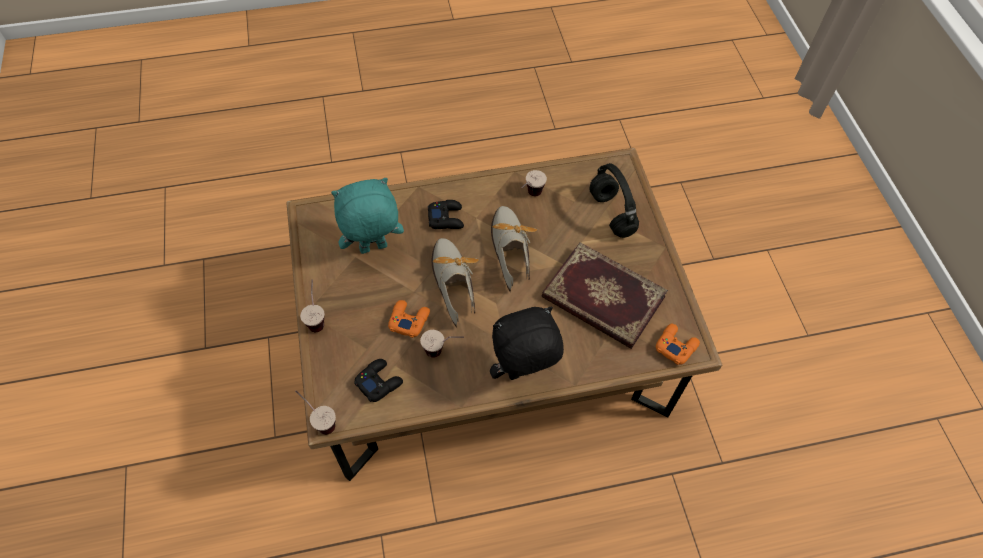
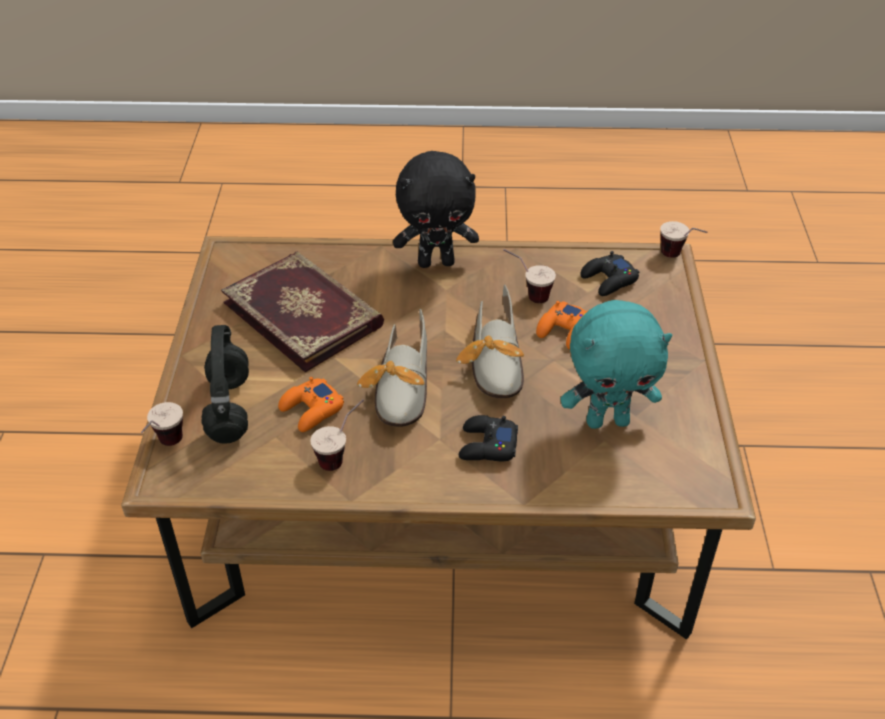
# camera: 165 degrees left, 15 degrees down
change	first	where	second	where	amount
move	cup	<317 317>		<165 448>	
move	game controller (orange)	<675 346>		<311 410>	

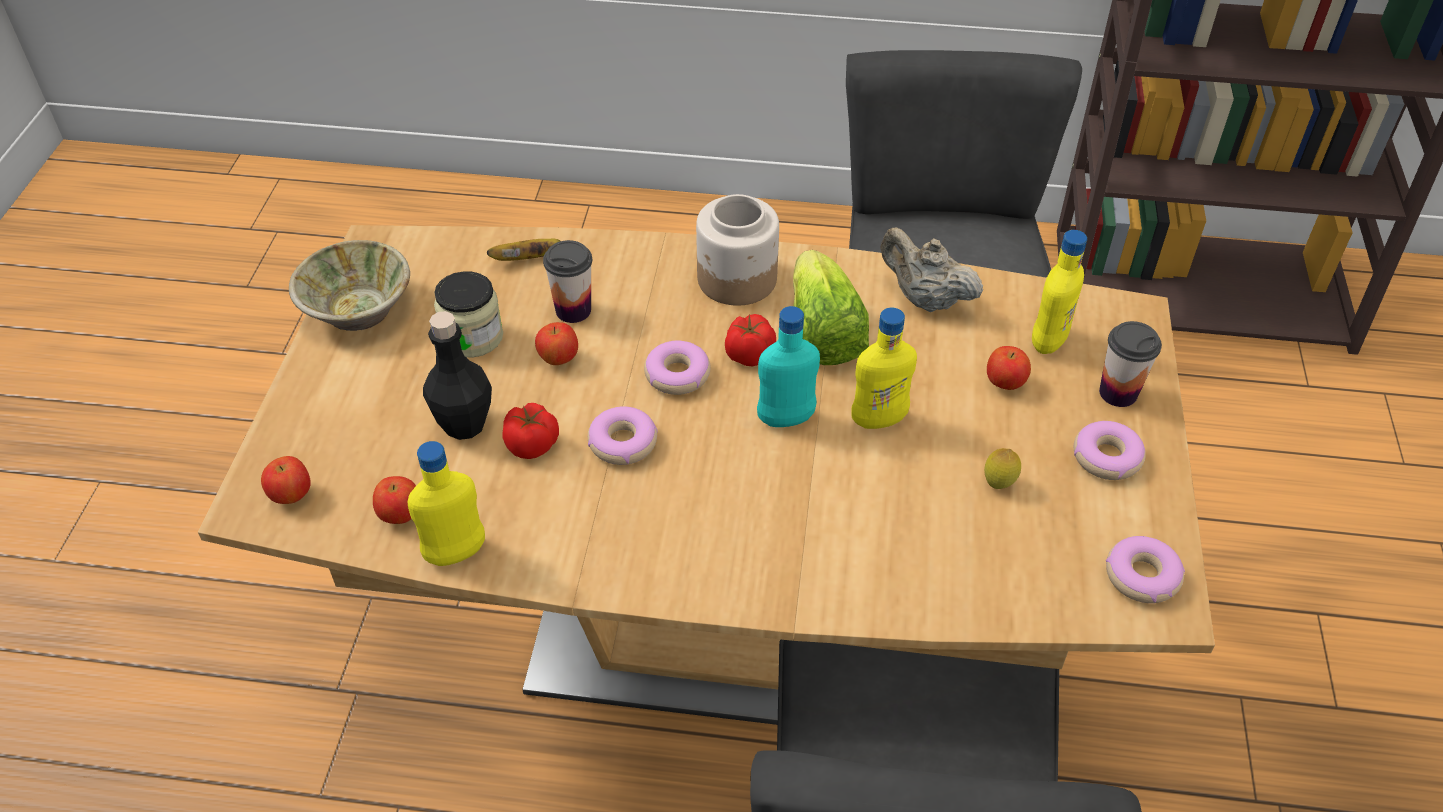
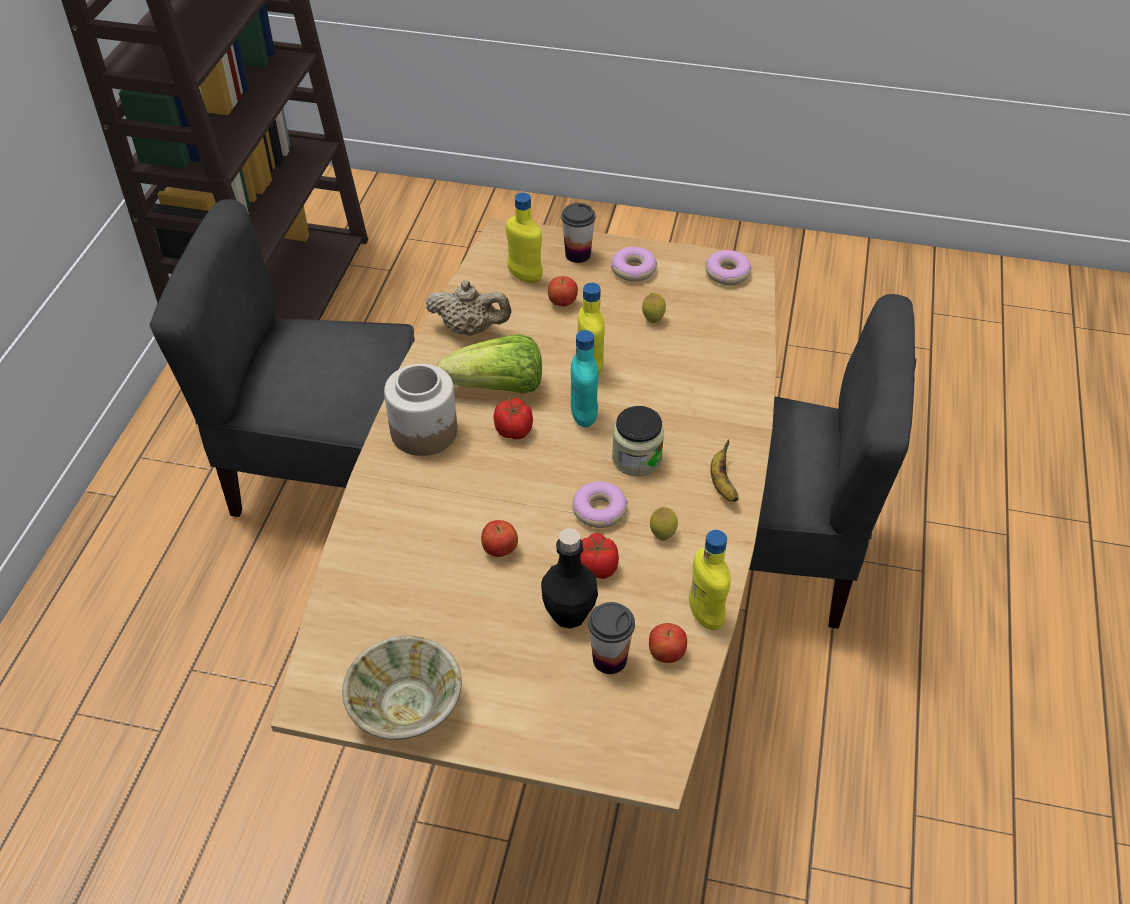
# camera: 85 degrees left, 0 degrees up
change	first	where	second	where	amount
delete	apple	<291 495>			
move	jar	<472 337>		<636 458>	
move	banana	<530 259>		<722 484>	
move	cup	<573 310>		<609 659>	
delete	donut	<677 374>			
rotate	teapot (beige)	<925 299>		<470 329>	120 degrees counterclockwise
insert			lemon	<662 535>	

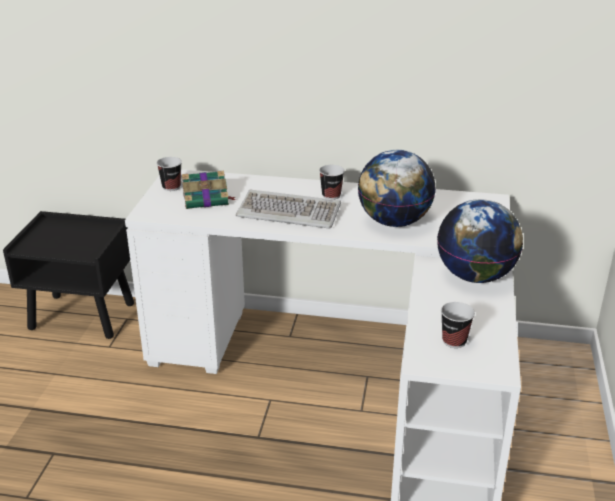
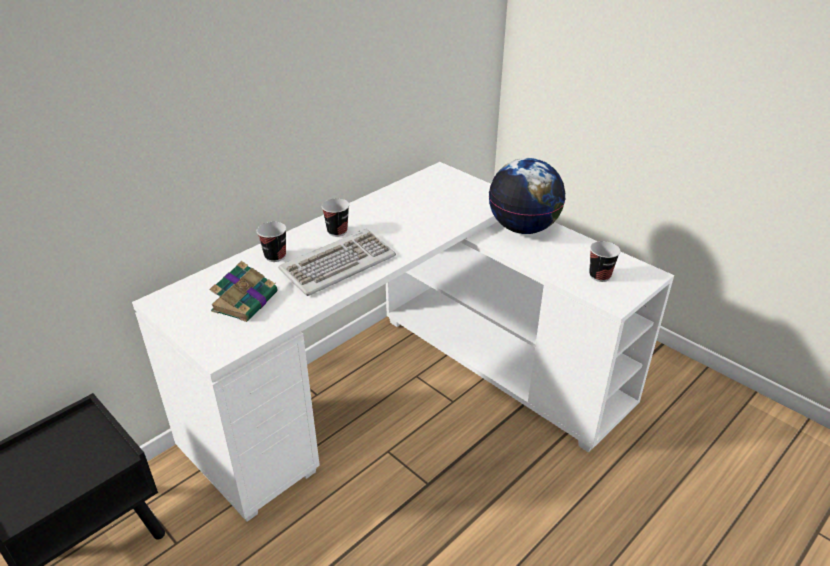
# camera: 55 degrees left, 5 degrees up
change	first	where	second	where	amount
move	cup	<171 187>		<275 256>	
delete	globe	<393 222>			

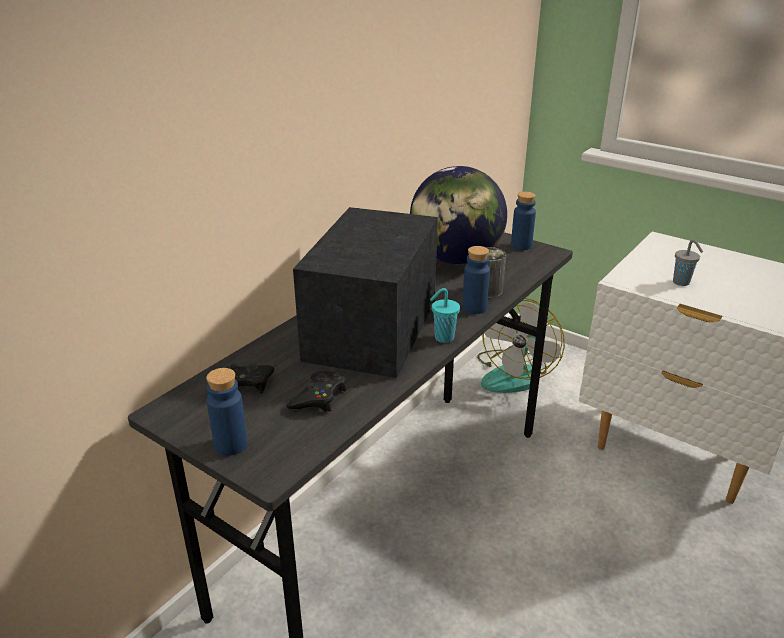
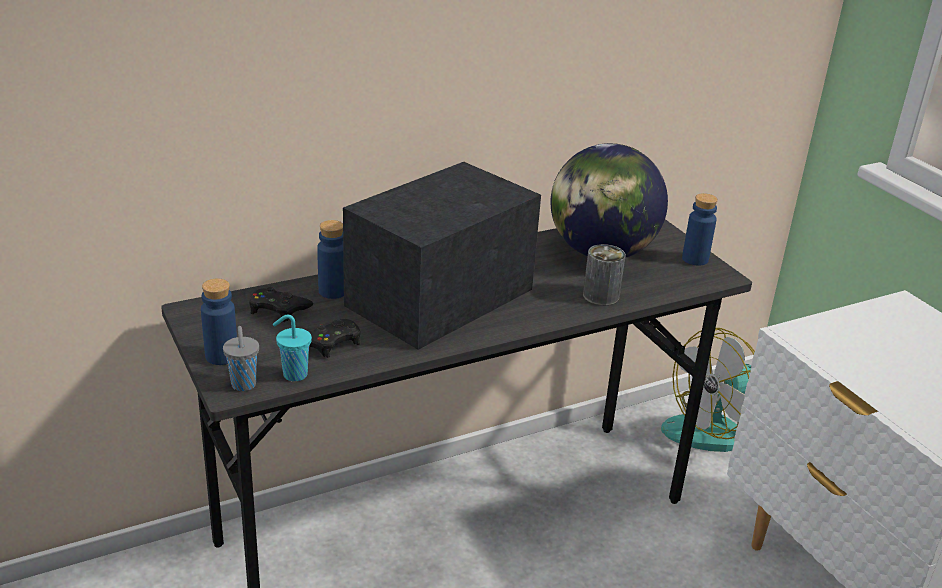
# camera: 25 degrees right, 0 degrees up
change	first	where	second	where	amount
move	cup (turquoise)	<443 338>		<293 374>	
move	bottle (blue)	<474 308>		<333 291>	
move	cup (grey)	<682 283>		<243 385>	

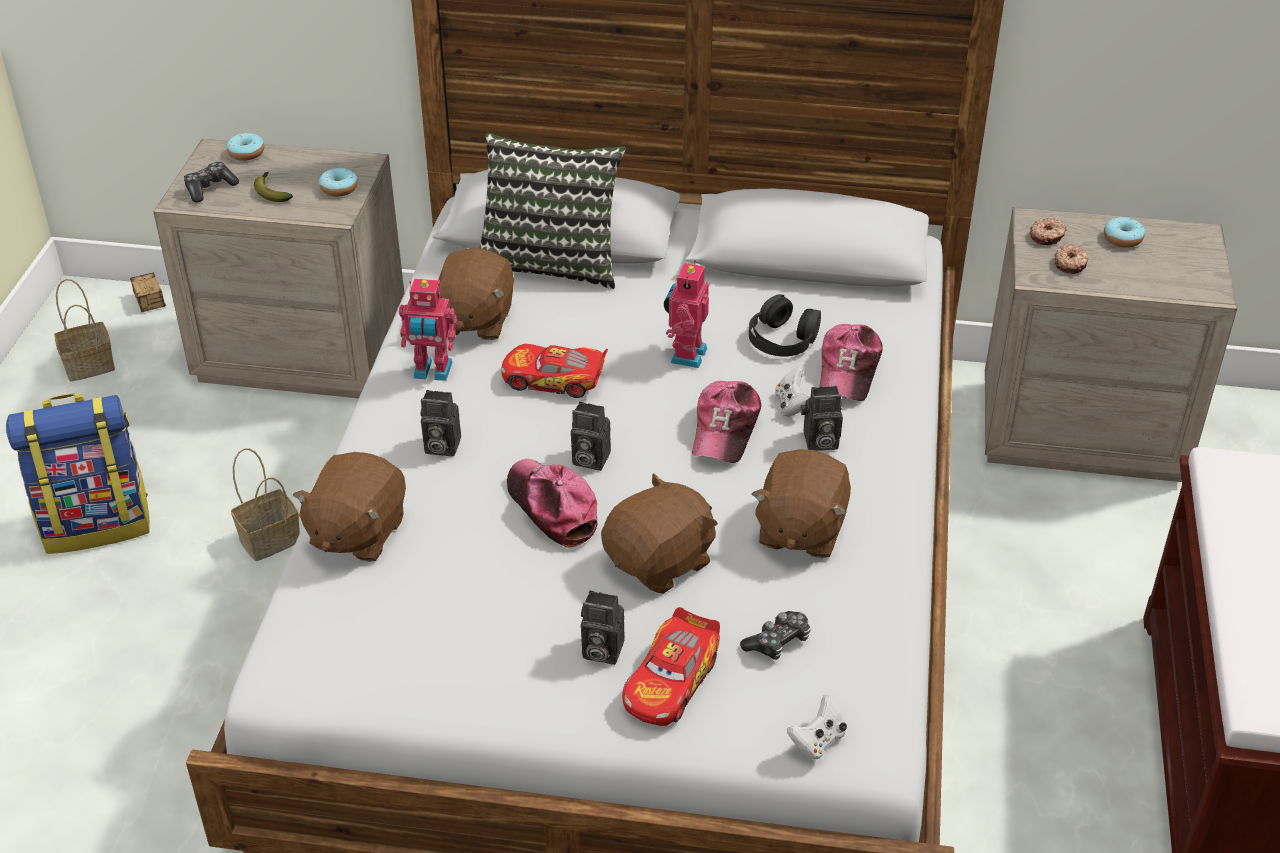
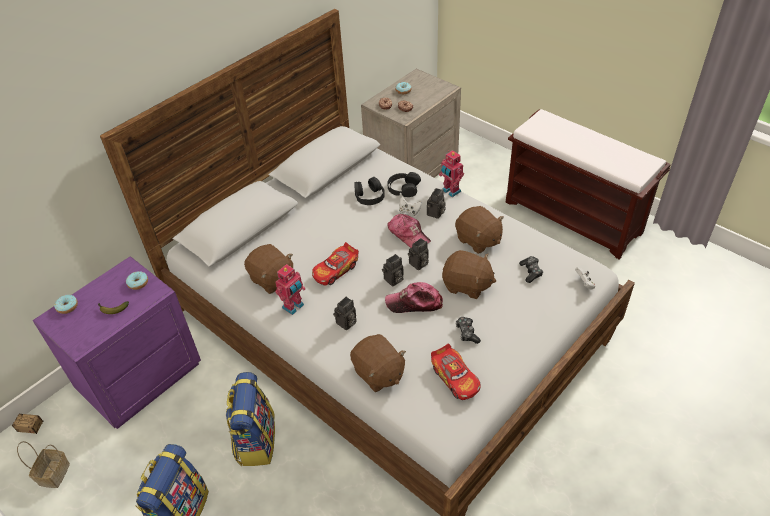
# camera: 55 degrees left, 5 degrees up
change	first	where	second	where	amount
recolor	nightstand (beige)	<303 352>	nightstand (purple)	<139 377>	
move	game controller	<210 188>		<467 333>	
replace	basket	<271 538>	backpack	<255 440>	
delete	pillow	<551 261>			
move	photo camera	<600 651>		<418 264>	
rotate	plush toy (brown)	<661 562>		<467 285>	120 degrees clockwise
move	toy car	<672 682>		<455 377>	
move	toy robot	<685 355>		<450 191>	
replace	cap	<848 371>	headphones (black)	<403 188>	

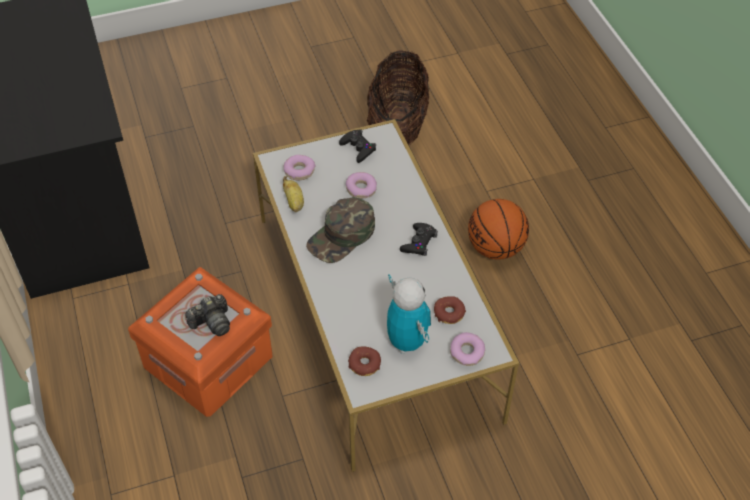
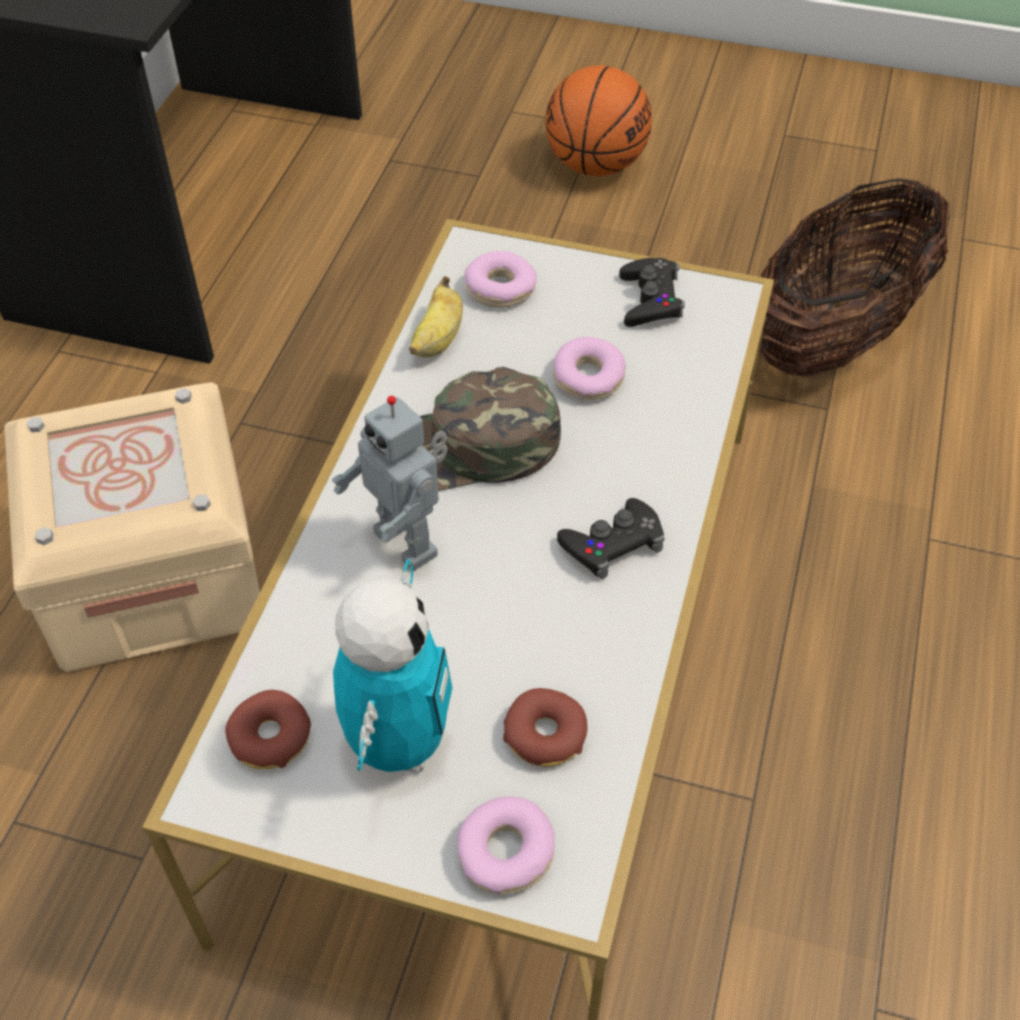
# camera: 35 degrees right, 0 degrees up
change	first	where	second	where	amount
recolor	storage box (orange)	<208 361>	storage box (beige)	<154 572>	
delete	photo camera	<212 322>			
move	basketball	<495 248>		<596 165>	
insert			toy robot	<409 542>	

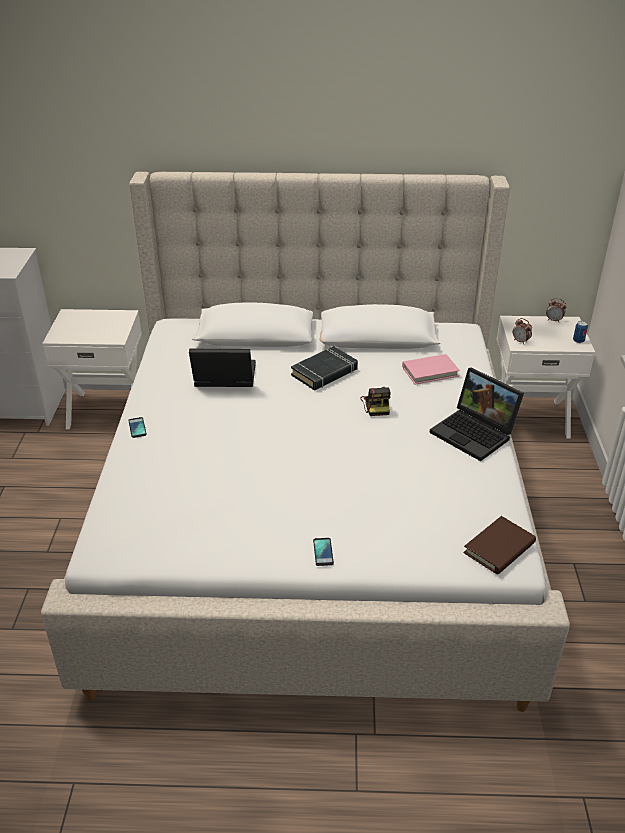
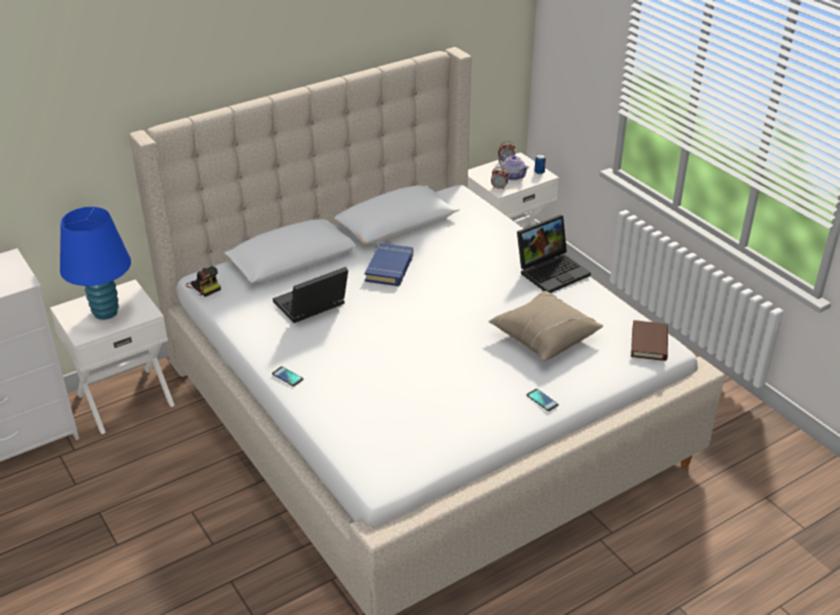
# camera: 35 degrees left, 0 degrees up
change	first	where	second	where	amount
recolor	book (black)	<324 373>	book (blue)	<389 268>	
move	photo camera	<376 405>		<204 286>	
delete	book (pink)	<430 371>			
rotate	laptop	<475 433>		<552 271>	45 degrees counterclockwise
insert			table lamp (blue)	<106 312>	
insert			pillow (beige)	<544 336>	
insert			teapot	<513 176>	

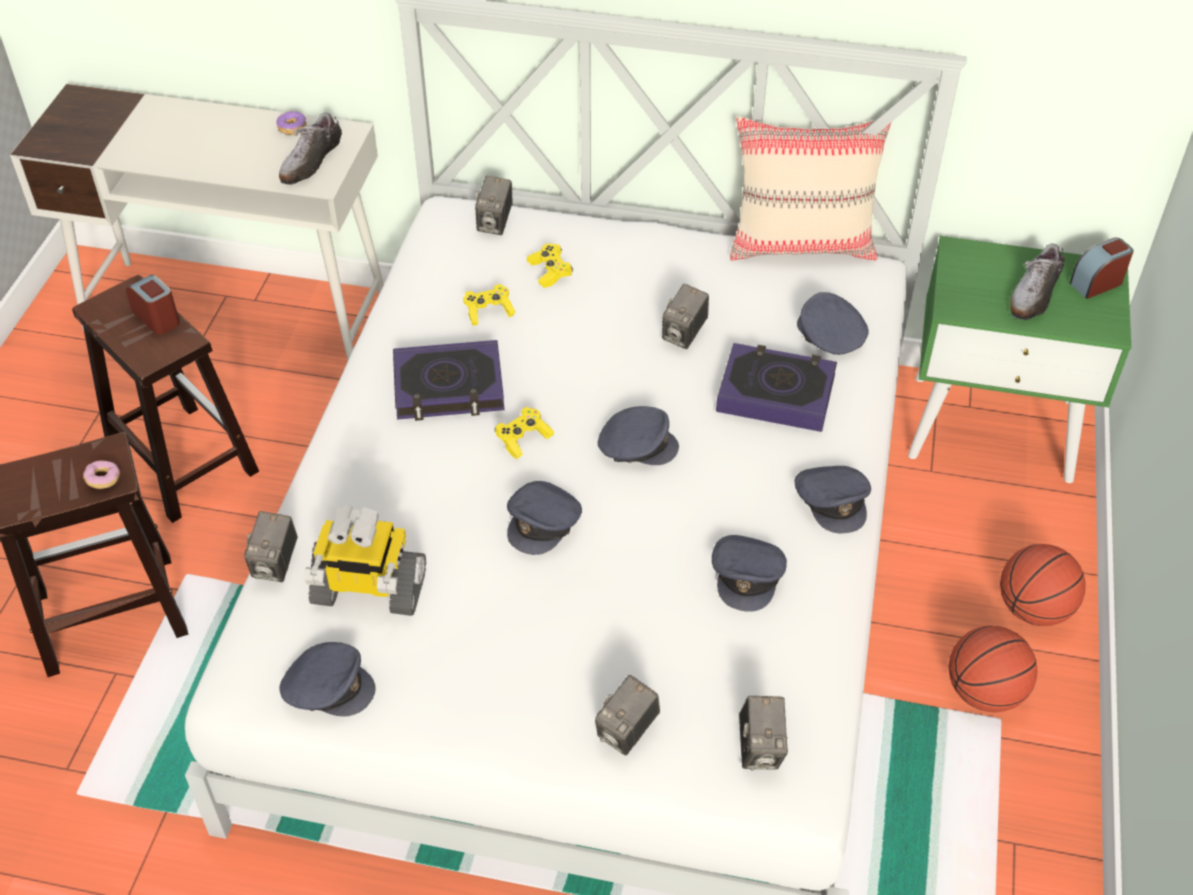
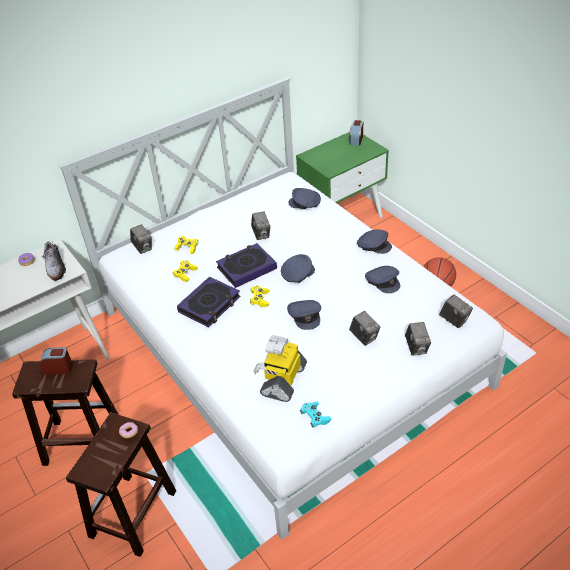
# camera: 45 degrees left, 5 degrees down
change	first	where	second	where	amount
move	photo camera	<276 564>		<364 337>	
replace	cap (grey)	<328 687>	game controller (turquoise)	<315 417>	
rotate	toy robot	<368 589>		<283 380>	150 degrees clockwise
move	book	<776 393>		<246 268>	
delete	pillow (beige)	<802 244>			
delete	basketball	<1033 608>			
delete	shoe	<1034 294>			

